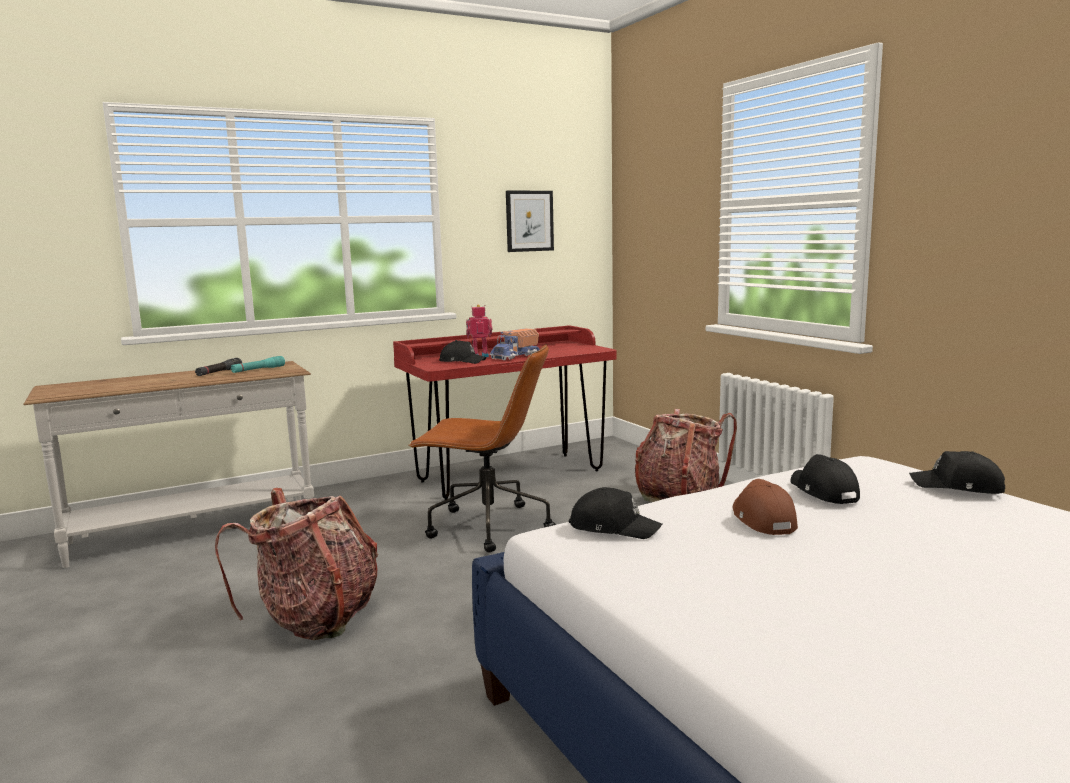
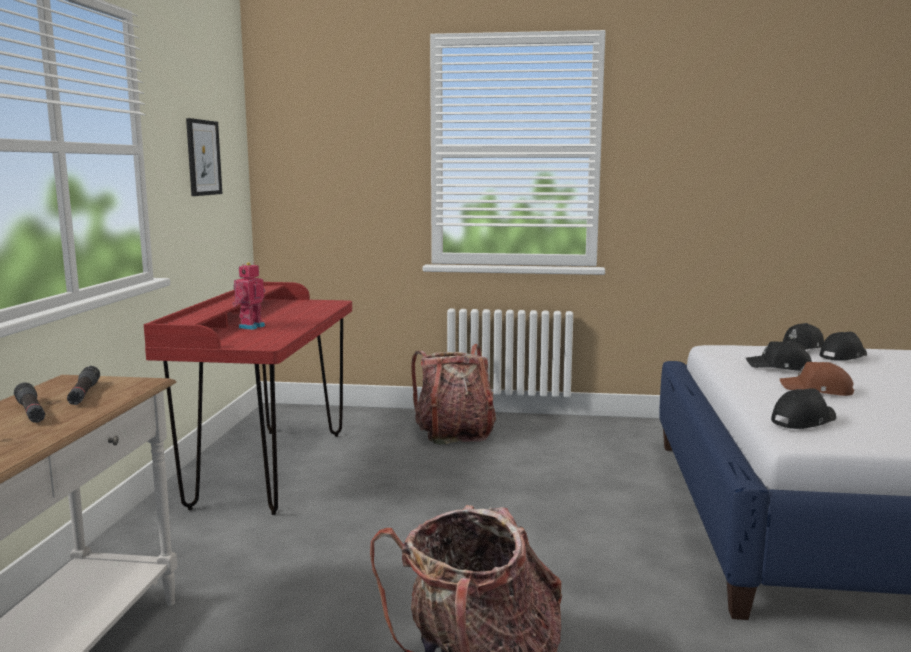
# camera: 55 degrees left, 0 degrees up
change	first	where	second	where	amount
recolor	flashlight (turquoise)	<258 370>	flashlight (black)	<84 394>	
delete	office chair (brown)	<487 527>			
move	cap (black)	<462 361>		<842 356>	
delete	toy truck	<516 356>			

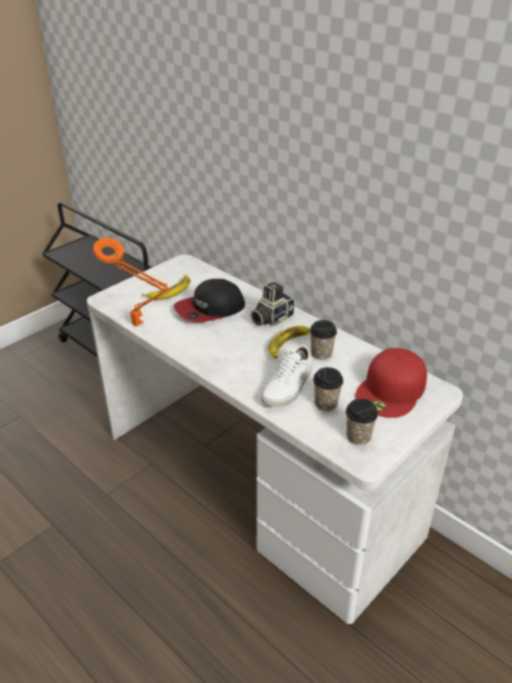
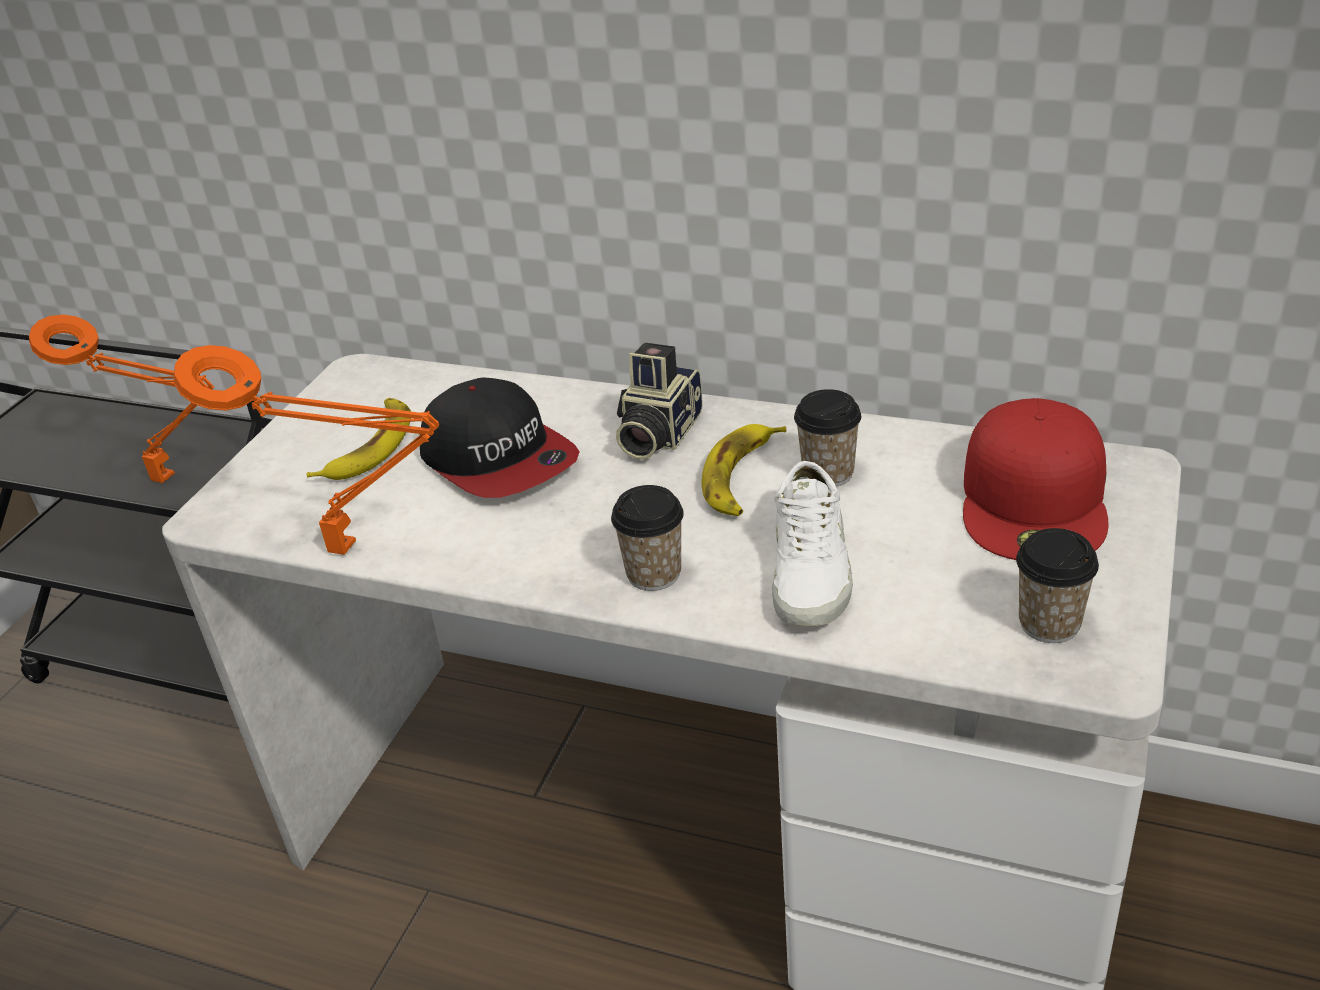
# camera: 20 degrees left, 0 degrees up
change	first	where	second	where	amount
rotate	cap	<210 309>		<499 458>	75 degrees counterclockwise
move	cup	<326 403>		<654 574>	
insert			table lamp (orange)	<169 480>	

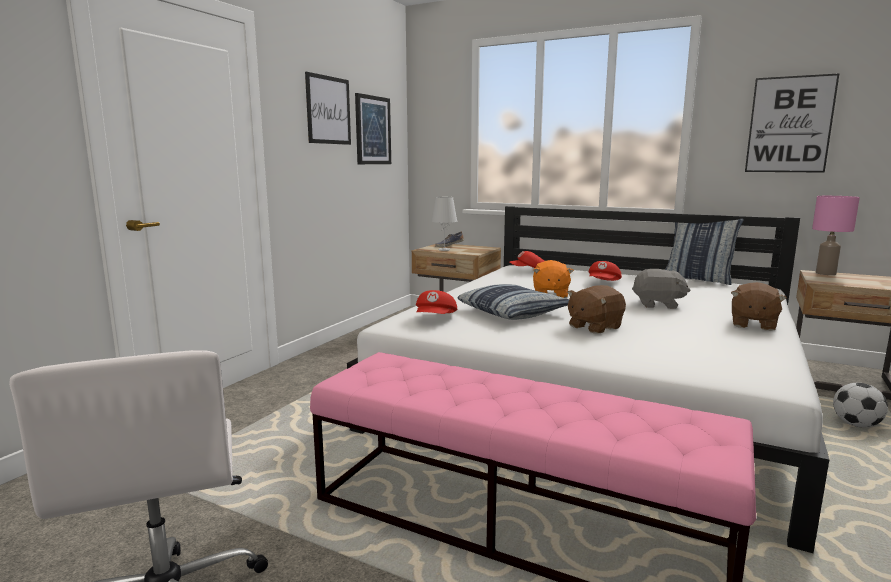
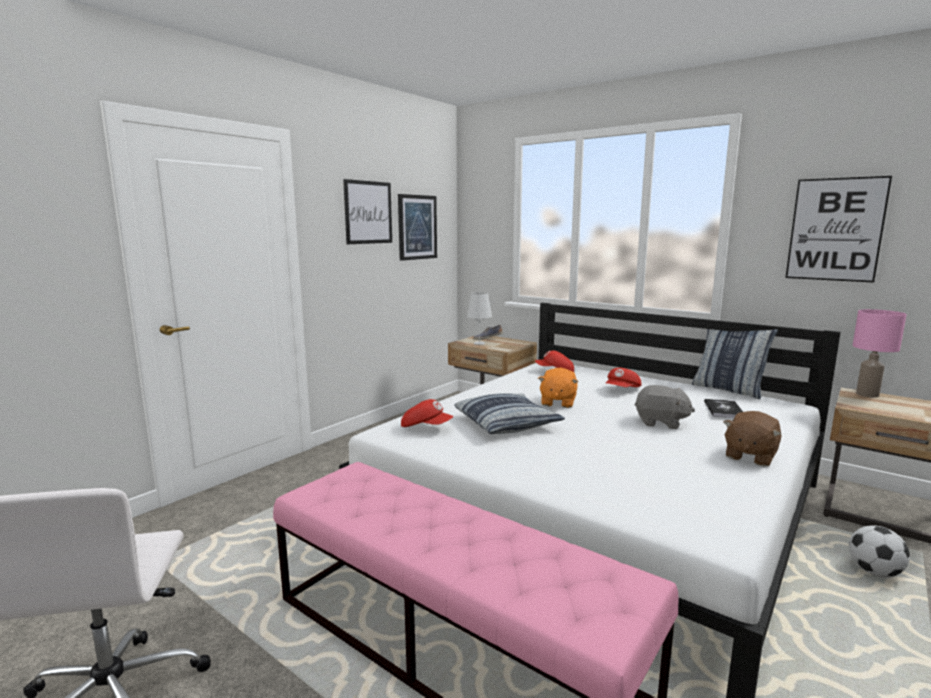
# camera: 10 degrees right, 0 degrees up
change	first	where	second	where	amount
rotate	cap (red)	<436 319>		<426 427>	90 degrees counterclockwise
delete	plush toy (brown)	<594 327>			
insert			book	<723 410>	

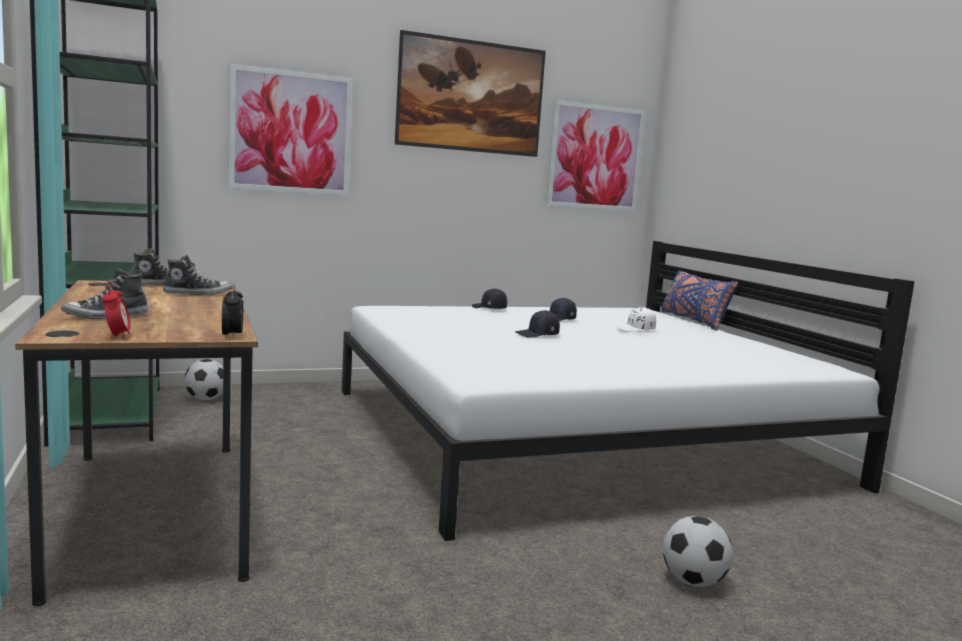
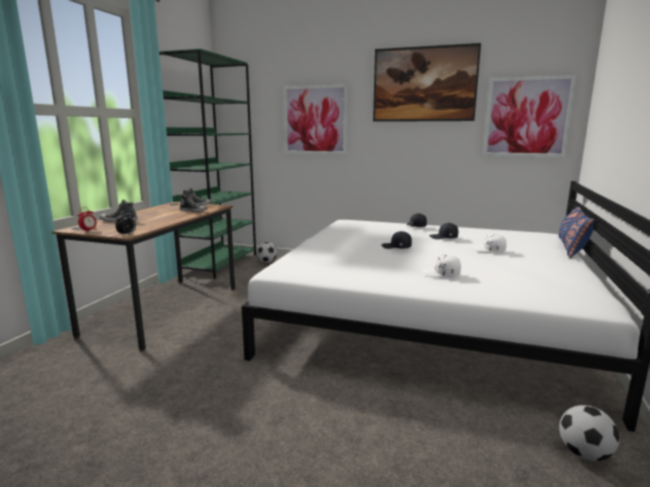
# camera: 40 degrees right, 5 degrees up
change	first	where	second	where	amount
move	football	<693 582>		<584 454>	
insert			cap (white)	<441 274>	

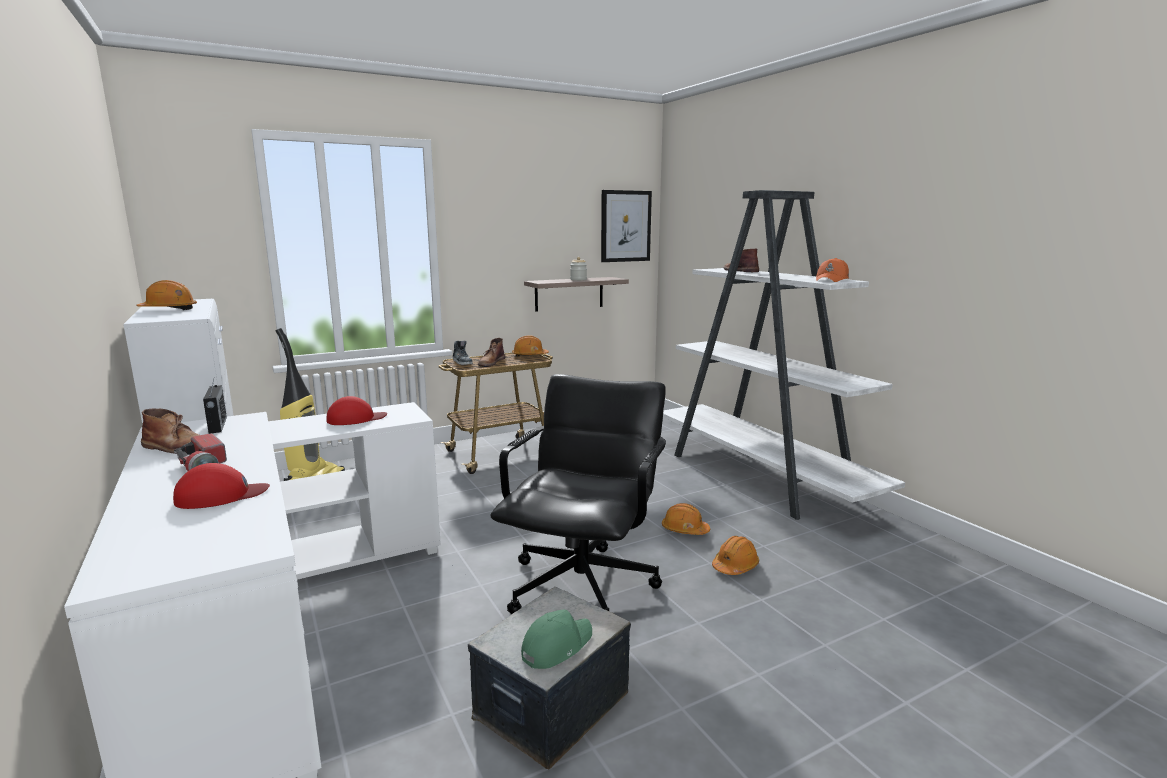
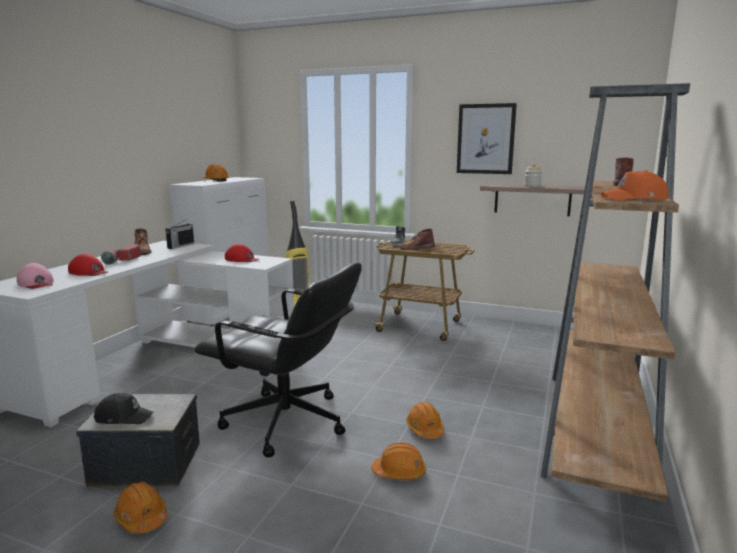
# camera: 50 degrees right, 0 degrees up
change	first	where	second	where	amount
rotate	office chair (black)	<583 586>		<286 422>	45 degrees clockwise
move	hard hat (orange)	<529 355>		<141 517>	
recolor	cap (green)	<556 646>	cap (black)	<123 417>	
move	picture	<625 226>		<485 139>	
recolor	bookcase (white)	<760 477>	bookcase (brown)	<596 429>	
insert			cap (pink)	<36 283>	

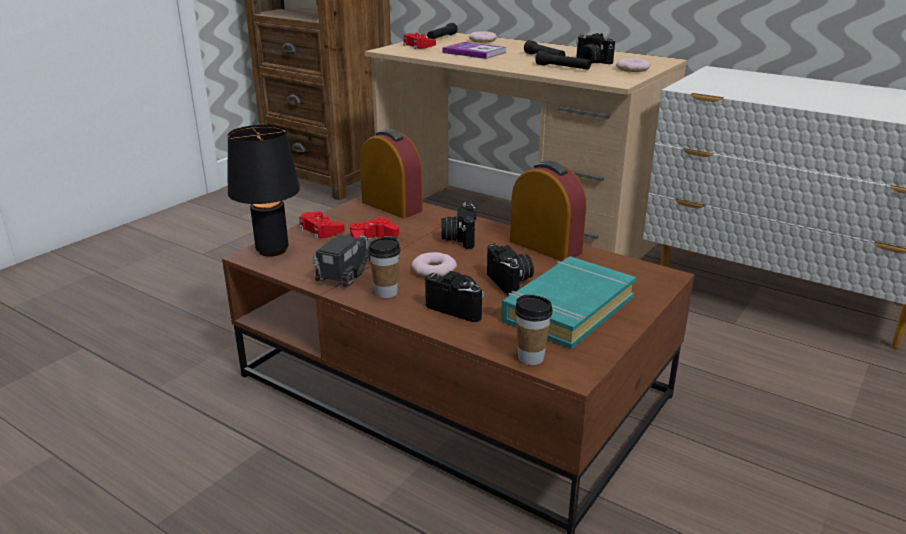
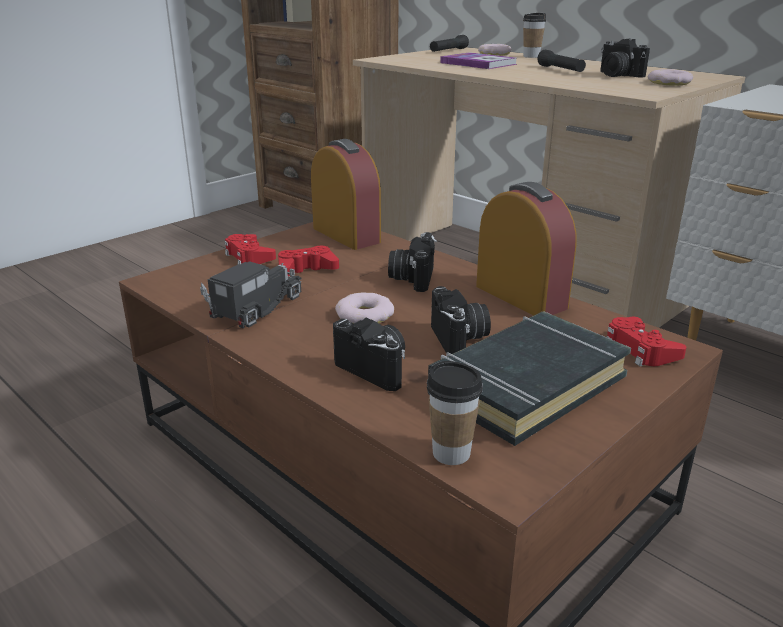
# camera: 10 degrees right, 0 degrees up
change	first	where	second	where	amount
delete	table lamp (black)	<272 251>			
move	cup	<386 293>		<531 56>	
move	game controller (red)	<418 46>		<640 349>	
recolor	book (turquoise)	<568 309>	book (black)	<527 384>	
delete	flashlight (black)	<562 68>			

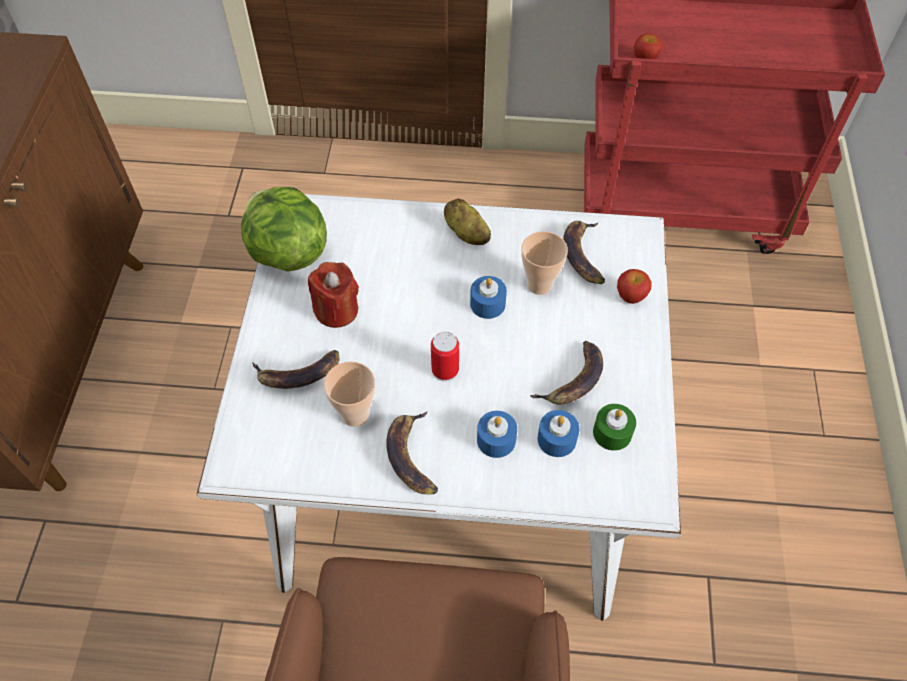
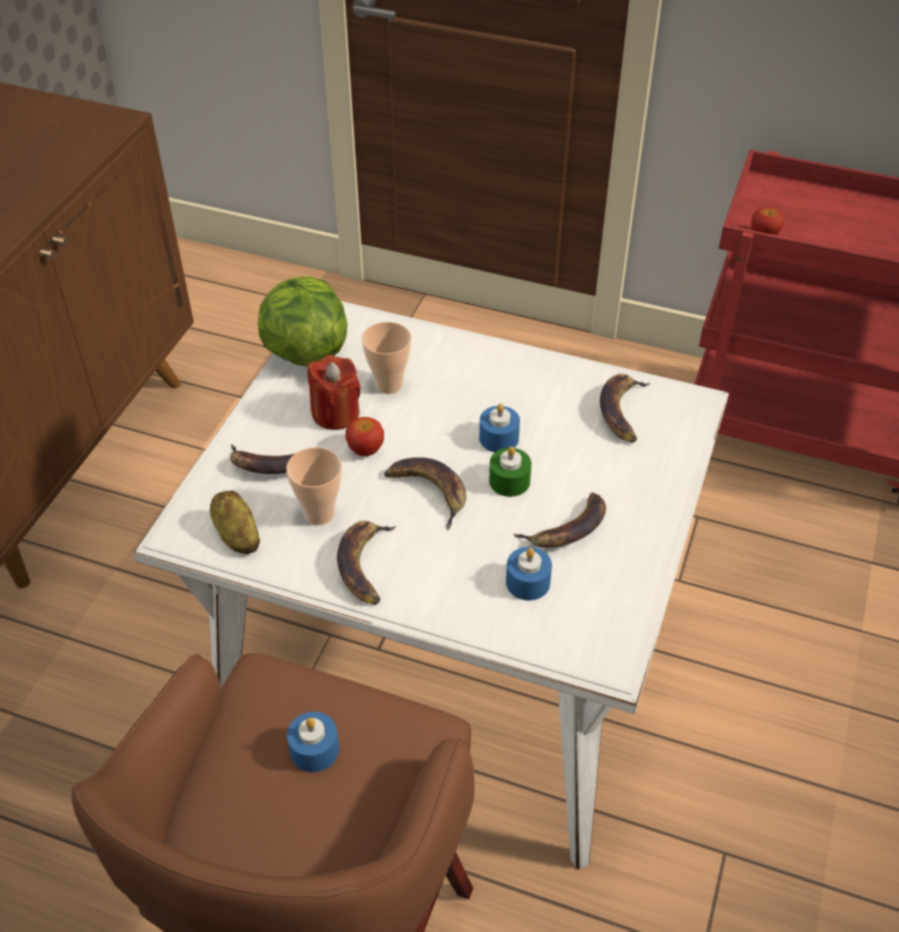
# camera: 15 degrees right, 10 degrees down
change	first	where	second	where	amount
replace	can	<445 370>	banana	<429 492>	
move	potato	<466 233>		<236 535>	
move	candle (blue)	<496 440>		<314 750>	
move	cup	<539 284>		<388 384>	
move	candle (green)	<612 433>		<509 481>	
move	apple	<630 296>		<365 449>	

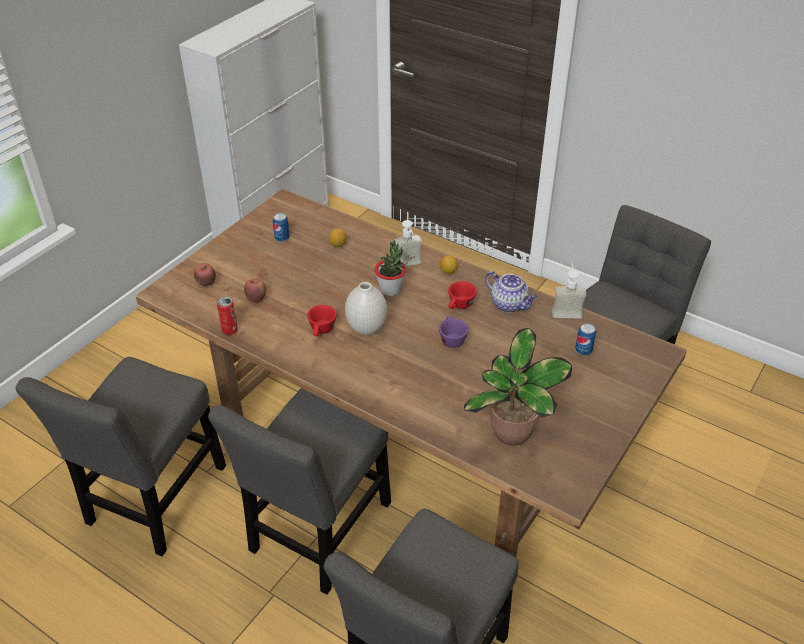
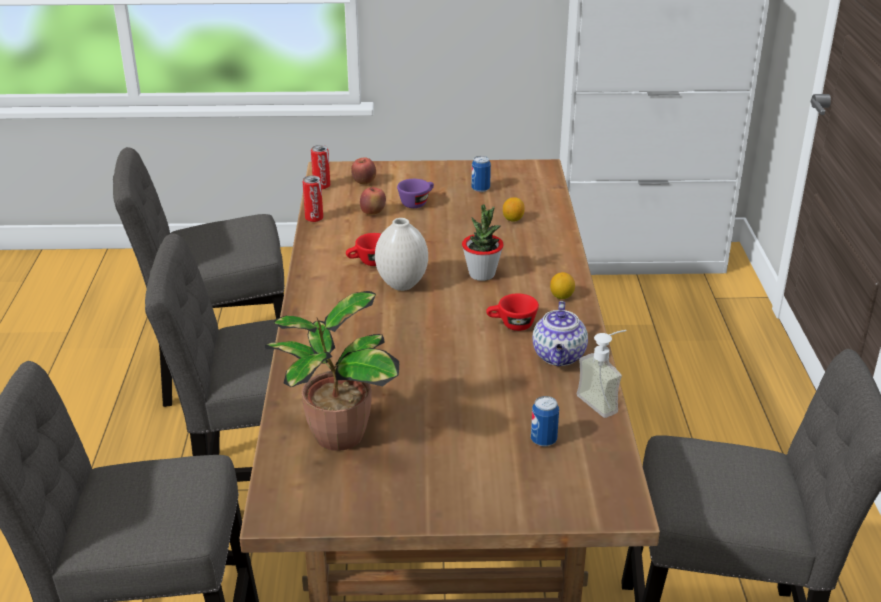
# camera: 55 degrees right, 10 degrees down
change	first	where	second	where	amount
delete	soap dispenser	<409 266>			
move	cup (purple)	<451 339>		<417 202>	
insert			can	<321 186>	

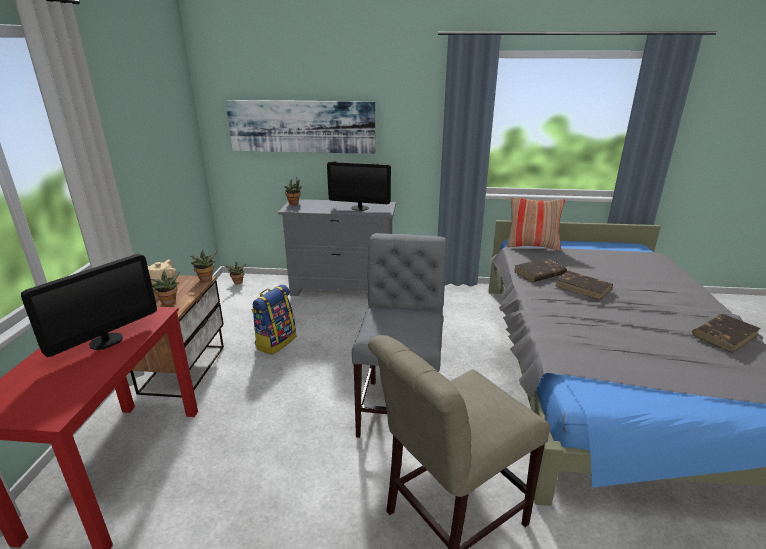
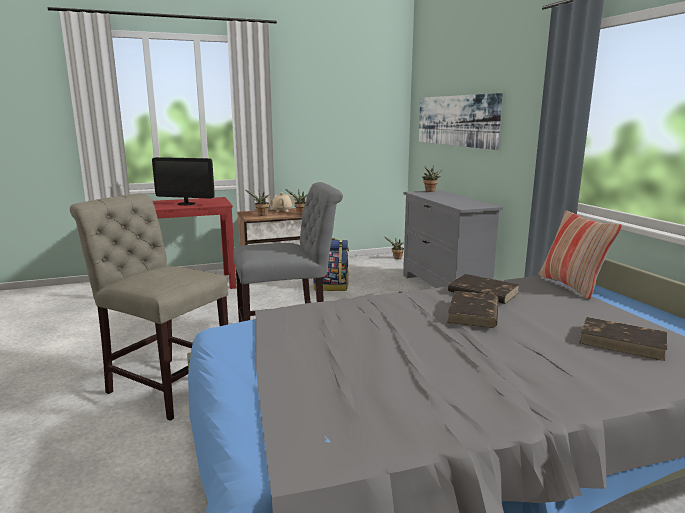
# camera: 65 degrees right, 10 degrees down
change	first	where	second	where	amount
delete	monitor	<360 208>			
move	book (brown)	<724 335>		<623 342>	

